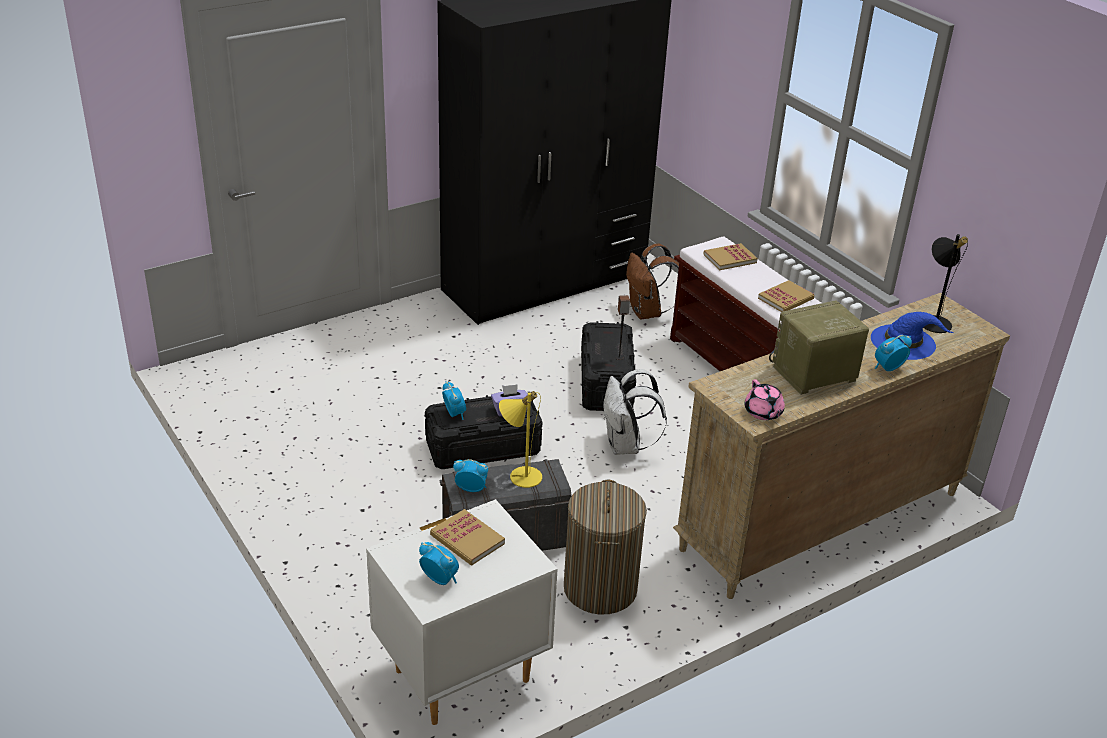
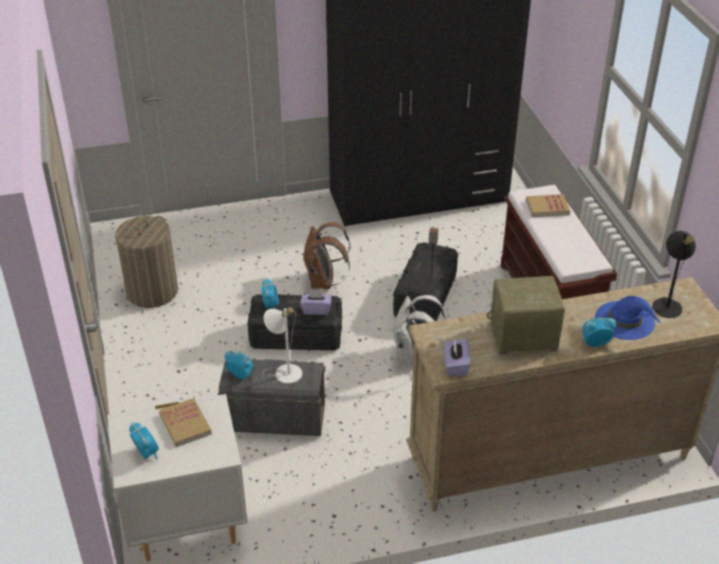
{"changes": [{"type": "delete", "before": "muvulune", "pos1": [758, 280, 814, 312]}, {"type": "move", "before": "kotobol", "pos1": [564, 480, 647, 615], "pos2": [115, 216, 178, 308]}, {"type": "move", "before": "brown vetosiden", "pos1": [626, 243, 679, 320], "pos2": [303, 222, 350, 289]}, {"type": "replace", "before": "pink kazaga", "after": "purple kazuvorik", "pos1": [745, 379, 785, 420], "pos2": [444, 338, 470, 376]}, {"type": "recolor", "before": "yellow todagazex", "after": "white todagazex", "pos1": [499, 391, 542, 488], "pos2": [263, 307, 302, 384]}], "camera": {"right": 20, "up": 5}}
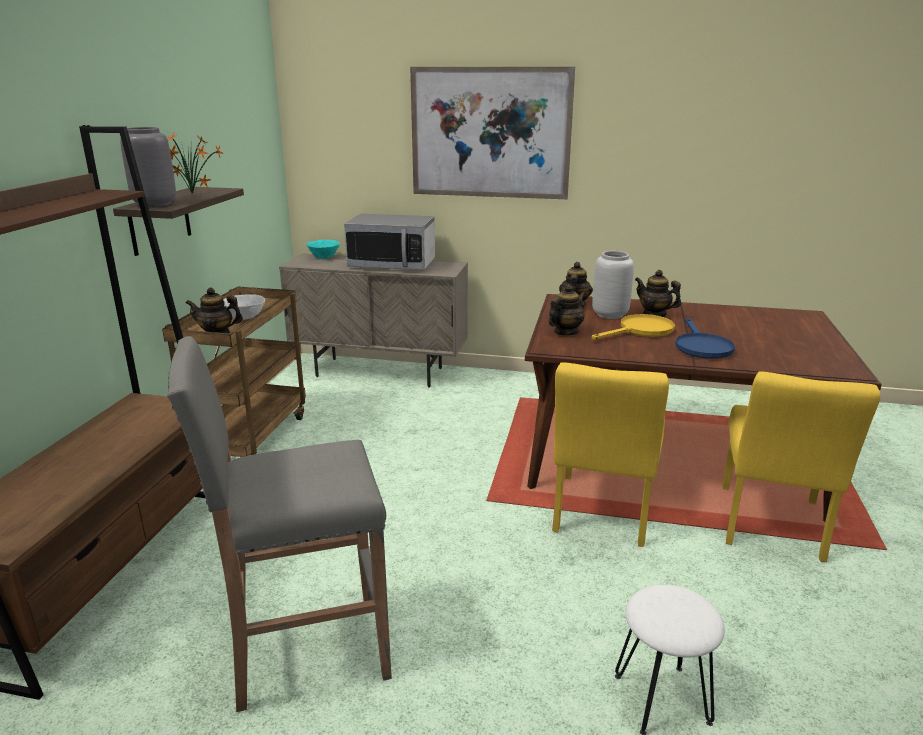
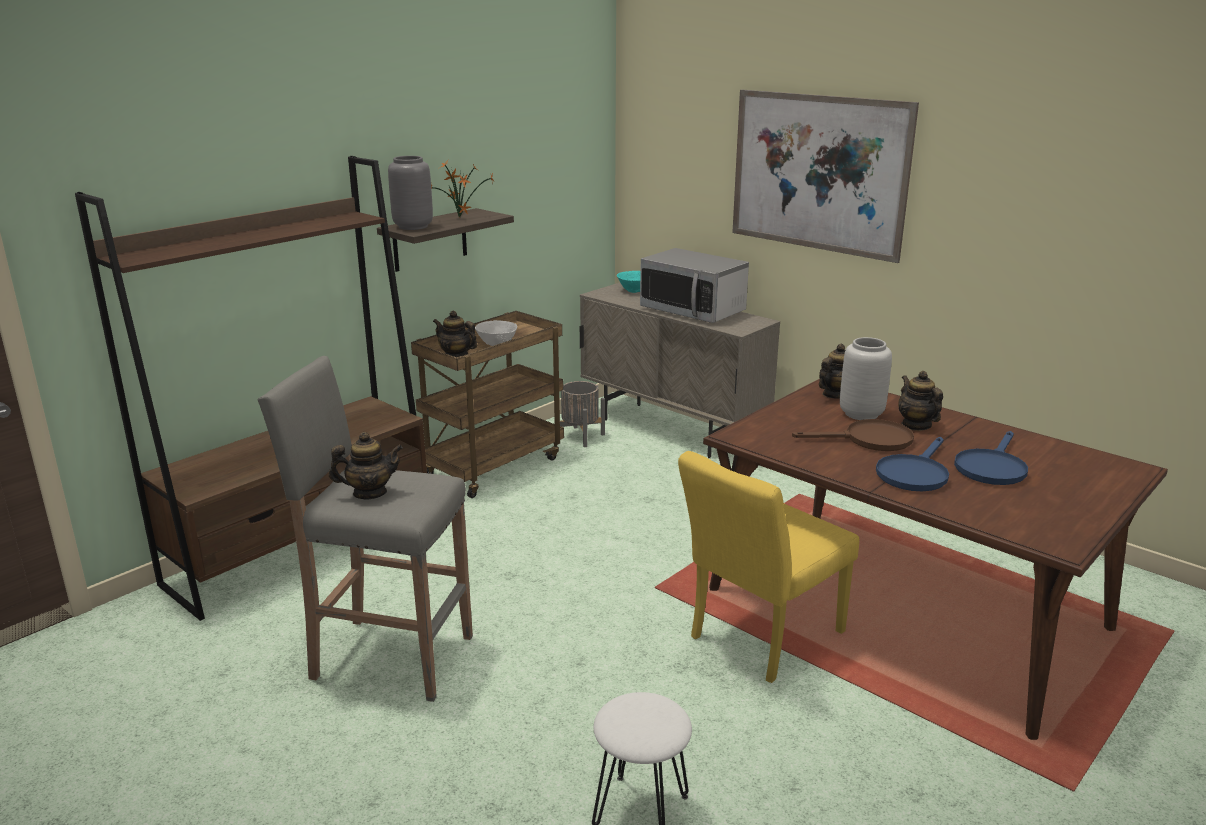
{"changes": [{"type": "delete", "before": "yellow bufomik", "pos1": [722, 372, 881, 562]}, {"type": "insert", "after": "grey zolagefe", "pos2": [560, 381, 605, 447]}, {"type": "insert", "after": "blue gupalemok", "pos2": [954, 431, 1028, 485]}, {"type": "move", "before": "kazaga", "pos1": [549, 284, 586, 335], "pos2": [329, 432, 403, 500]}, {"type": "recolor", "before": "yellow gupalemok", "after": "brown gupalemok", "pos1": [592, 314, 675, 340], "pos2": [792, 419, 914, 451]}], "camera": {"right": 30, "up": 0}}
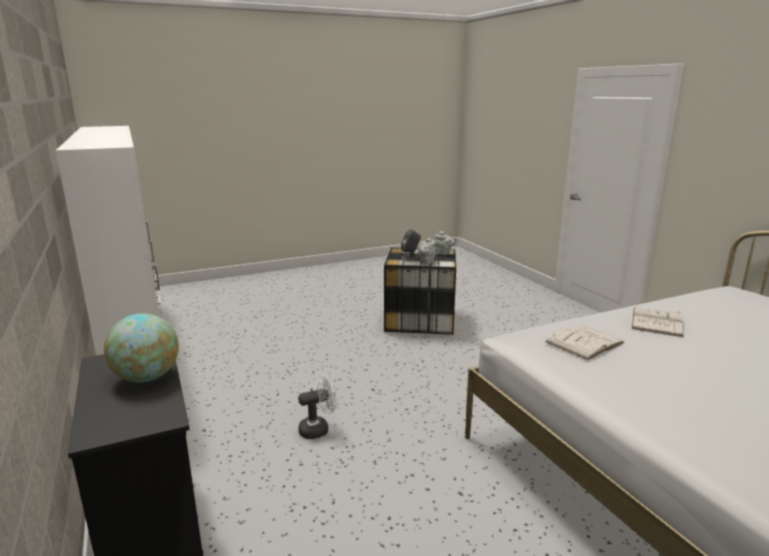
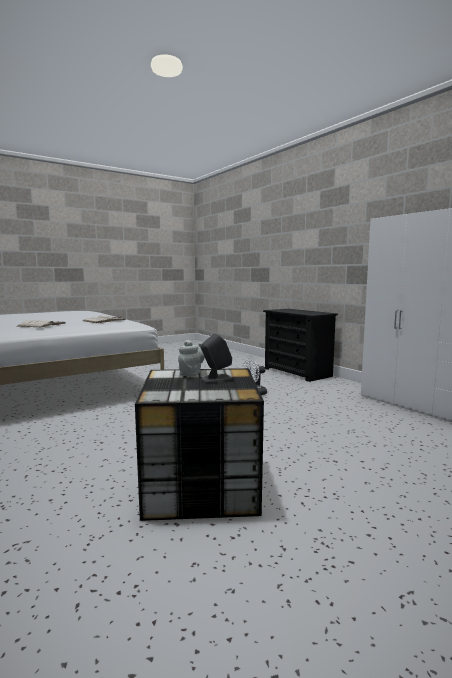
{"changes": [{"type": "delete", "before": "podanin", "pos1": [104, 313, 179, 383]}, {"type": "delete", "before": "grey kazaga", "pos1": [434, 231, 457, 255]}], "camera": {"right": 170, "up": -10}}
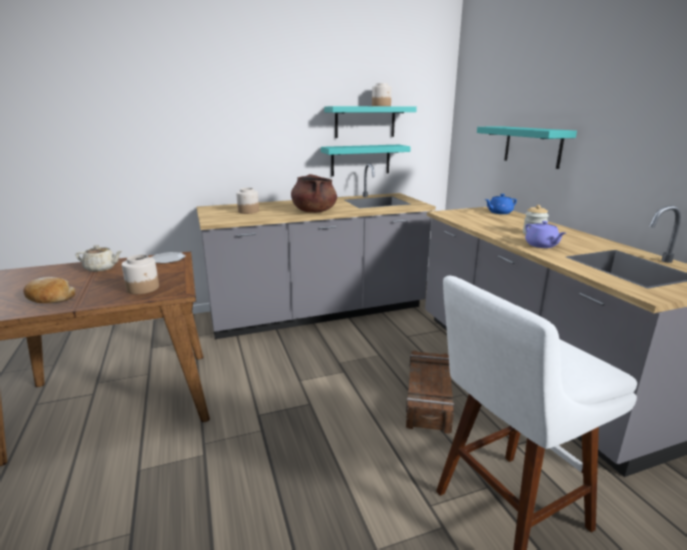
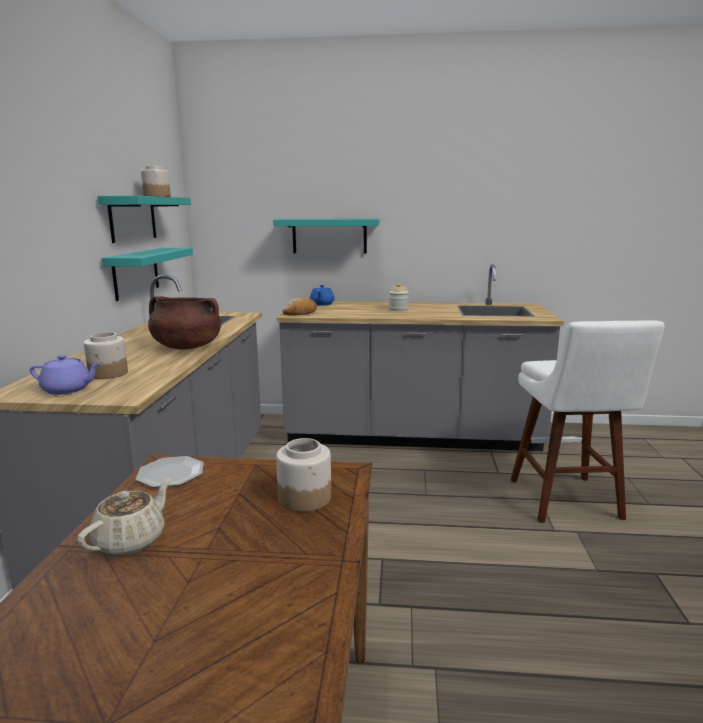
{"changes": [{"type": "delete", "before": "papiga", "pos1": [406, 351, 454, 434]}, {"type": "move", "before": "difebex", "pos1": [23, 277, 75, 303], "pos2": [282, 297, 317, 316]}, {"type": "move", "before": "purple kazaga", "pos1": [525, 221, 566, 248], "pos2": [30, 355, 101, 395]}], "camera": {"right": -65, "up": -5}}
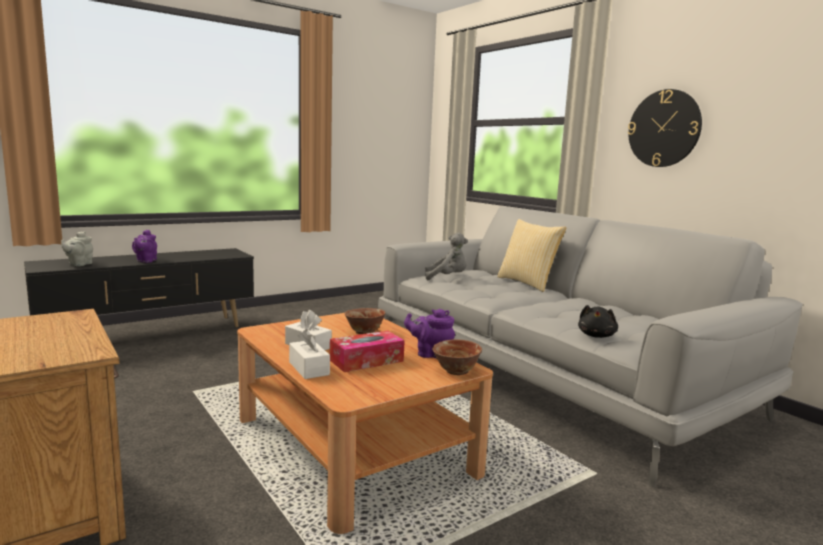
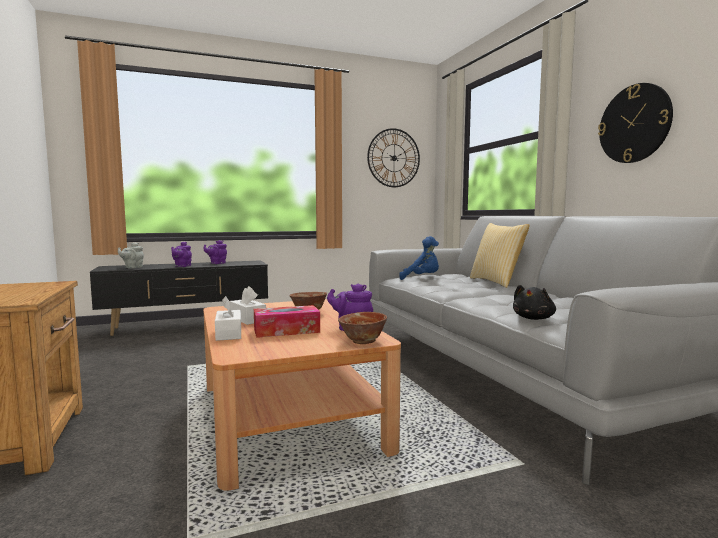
{"changes": [{"type": "insert", "after": "purple kazaga", "pos2": [203, 240, 227, 264]}, {"type": "insert", "after": "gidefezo", "pos2": [367, 128, 420, 187]}, {"type": "recolor", "before": "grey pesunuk", "after": "blue pesunuk", "pos1": [425, 233, 468, 280], "pos2": [399, 236, 439, 280]}], "camera": {"right": 15, "up": -5}}
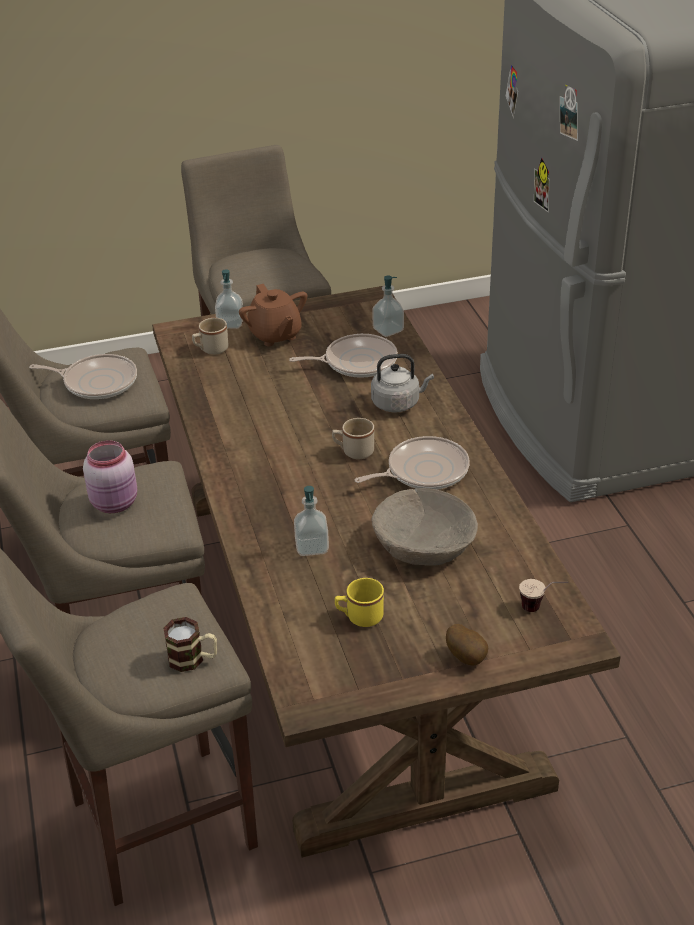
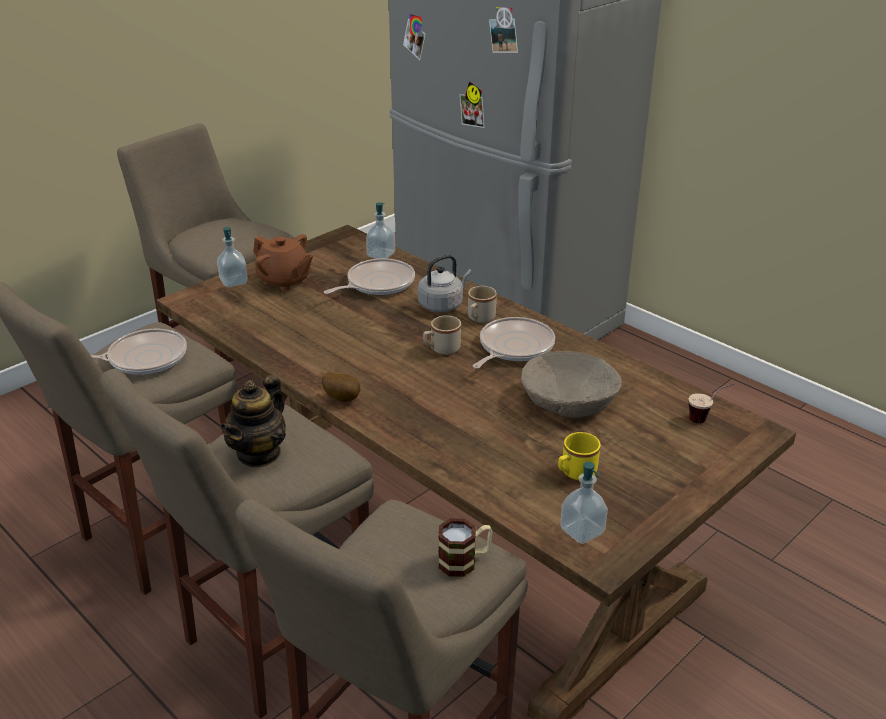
{"changes": [{"type": "move", "before": "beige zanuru", "pos1": [192, 318, 228, 355], "pos2": [468, 286, 497, 323]}, {"type": "move", "before": "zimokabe", "pos1": [294, 486, 329, 556], "pos2": [560, 462, 608, 544]}, {"type": "move", "before": "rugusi", "pos1": [446, 624, 488, 665], "pos2": [322, 372, 360, 402]}, {"type": "replace", "before": "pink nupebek", "after": "kazaga", "pos1": [83, 440, 137, 513], "pos2": [220, 375, 286, 467]}], "camera": {"right": -30, "up": -5}}
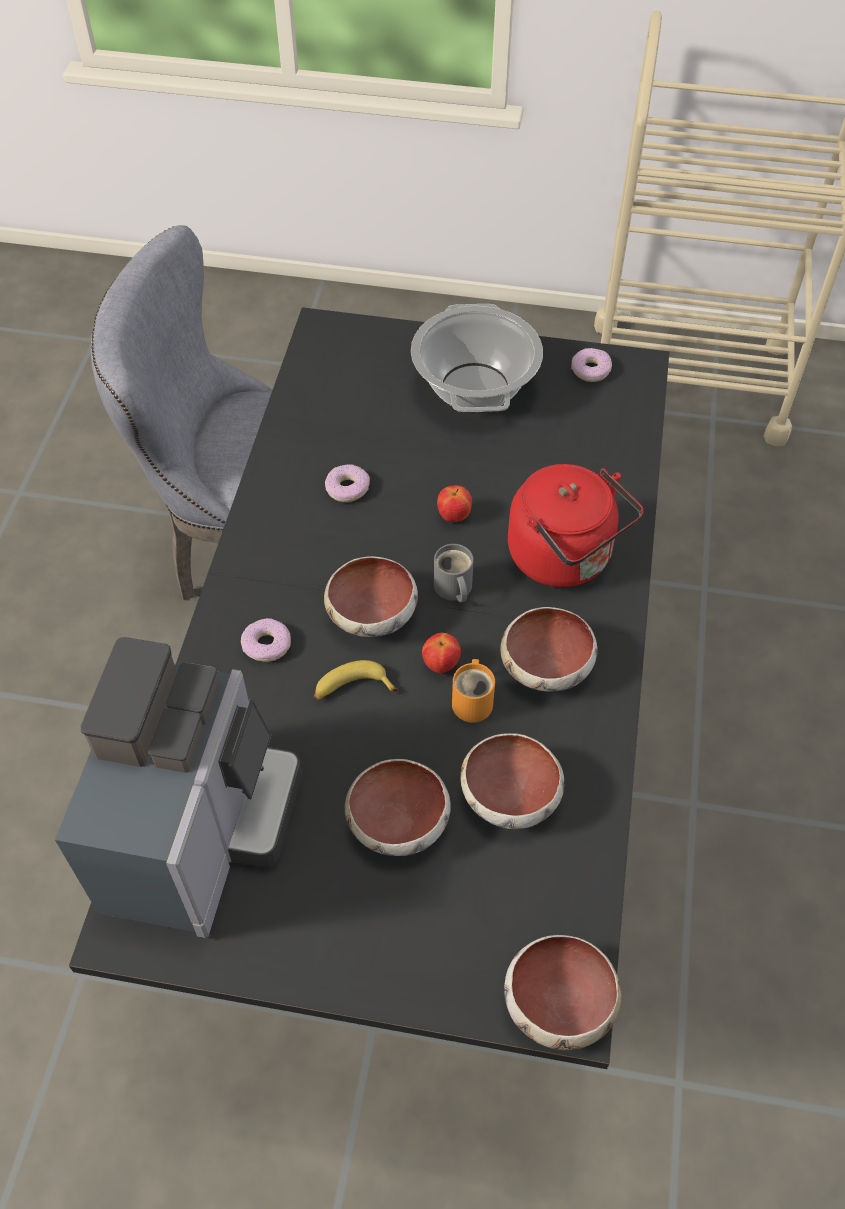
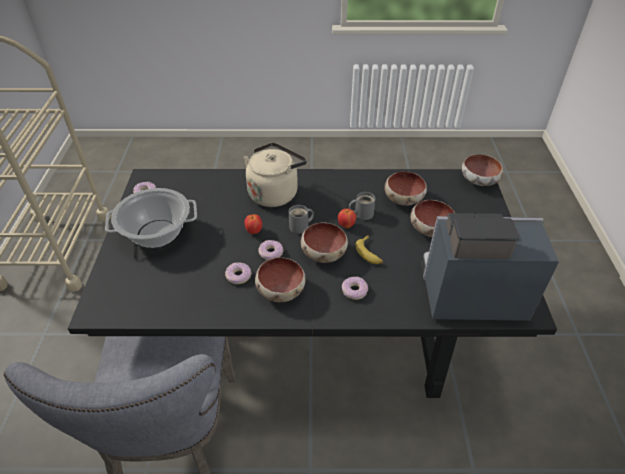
{"changes": [{"type": "insert", "after": "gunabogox", "pos2": [258, 240, 284, 260]}, {"type": "move", "before": "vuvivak", "pos1": [500, 607, 598, 692], "pos2": [255, 257, 306, 302]}, {"type": "recolor", "before": "orange zanuru", "after": "grey zanuru", "pos1": [452, 659, 495, 723], "pos2": [349, 192, 376, 220]}, {"type": "recolor", "before": "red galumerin", "after": "beige galumerin", "pos1": [508, 464, 644, 587], "pos2": [244, 142, 307, 207]}], "camera": {"right": -100, "up": -10}}
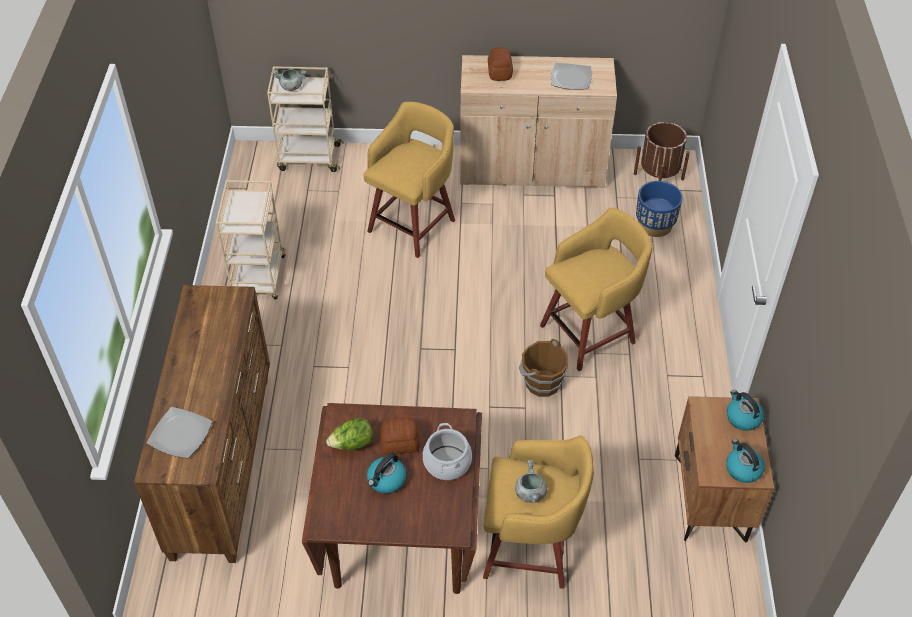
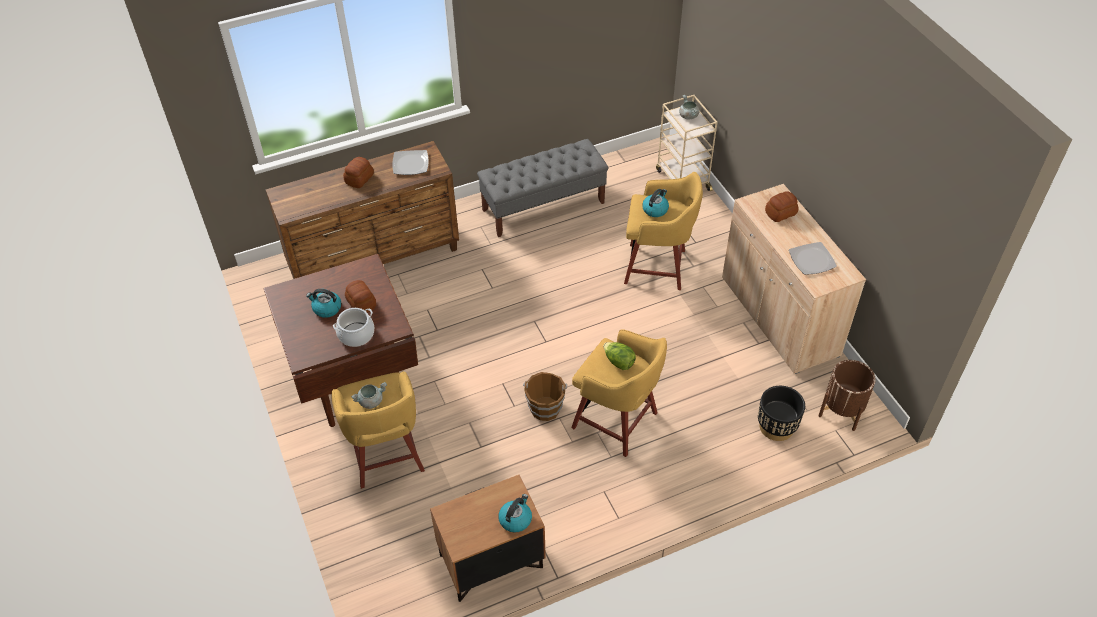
{"changes": [{"type": "insert", "after": "difebex", "pos2": [343, 157, 374, 188]}, {"type": "move", "before": "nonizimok", "pos1": [147, 407, 212, 459], "pos2": [392, 150, 429, 175]}, {"type": "move", "before": "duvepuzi", "pos1": [326, 418, 373, 450], "pos2": [603, 342, 636, 370]}, {"type": "move", "before": "galumerin", "pos1": [726, 439, 765, 483], "pos2": [642, 189, 669, 217]}, {"type": "replace", "before": "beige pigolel", "after": "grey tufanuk", "pos1": [216, 180, 285, 299], "pos2": [477, 139, 608, 237]}, {"type": "recolor", "before": "blue zolagefe", "after": "black zolagefe", "pos1": [636, 181, 683, 237], "pos2": [758, 386, 805, 441]}], "camera": {"right": 65, "up": 0}}
